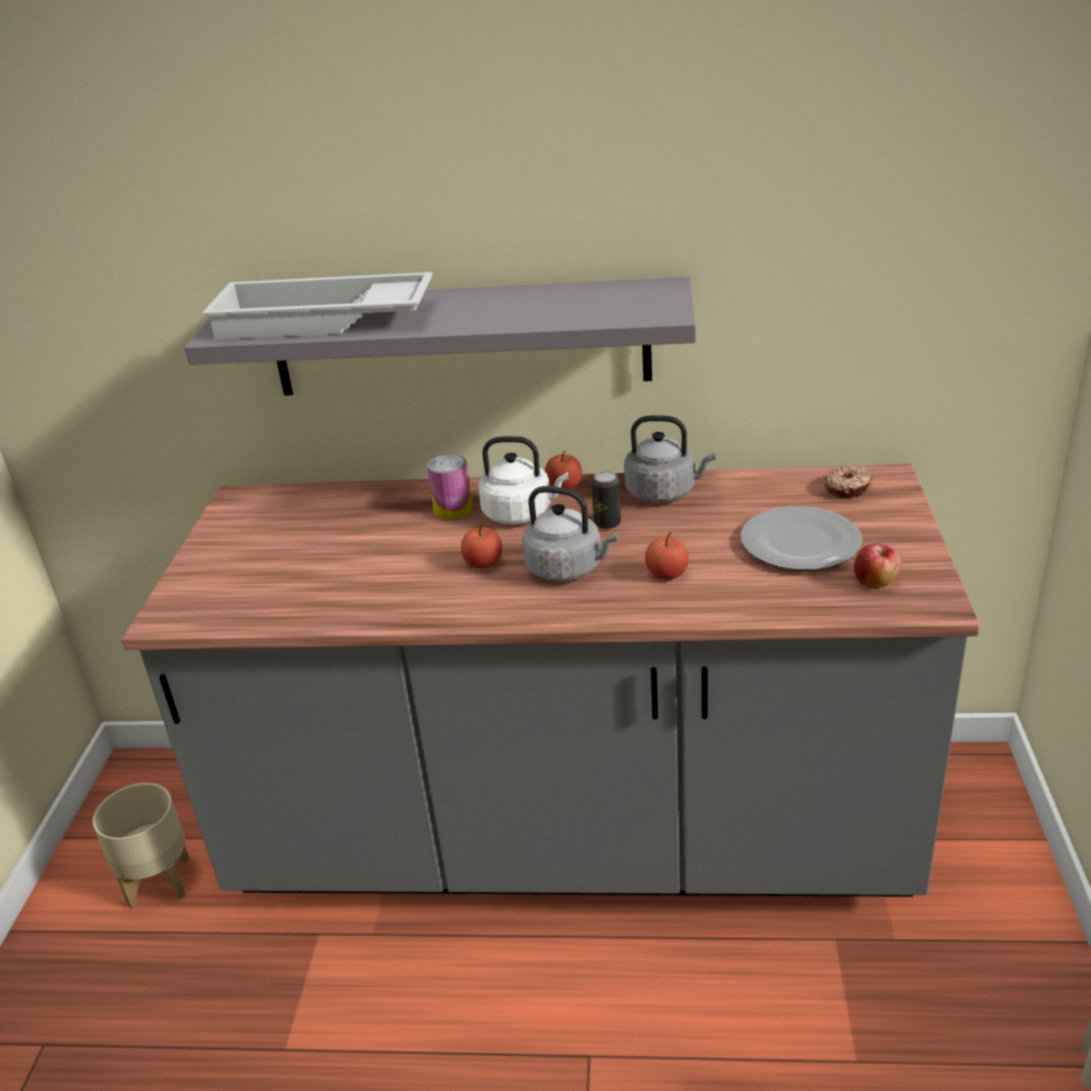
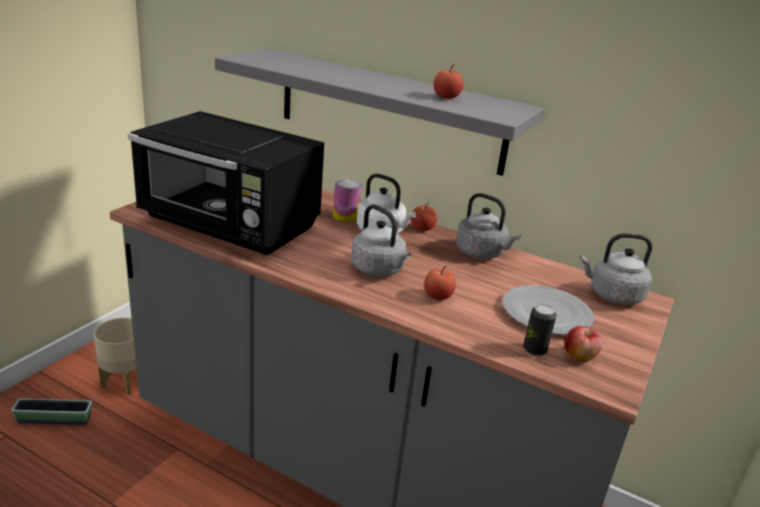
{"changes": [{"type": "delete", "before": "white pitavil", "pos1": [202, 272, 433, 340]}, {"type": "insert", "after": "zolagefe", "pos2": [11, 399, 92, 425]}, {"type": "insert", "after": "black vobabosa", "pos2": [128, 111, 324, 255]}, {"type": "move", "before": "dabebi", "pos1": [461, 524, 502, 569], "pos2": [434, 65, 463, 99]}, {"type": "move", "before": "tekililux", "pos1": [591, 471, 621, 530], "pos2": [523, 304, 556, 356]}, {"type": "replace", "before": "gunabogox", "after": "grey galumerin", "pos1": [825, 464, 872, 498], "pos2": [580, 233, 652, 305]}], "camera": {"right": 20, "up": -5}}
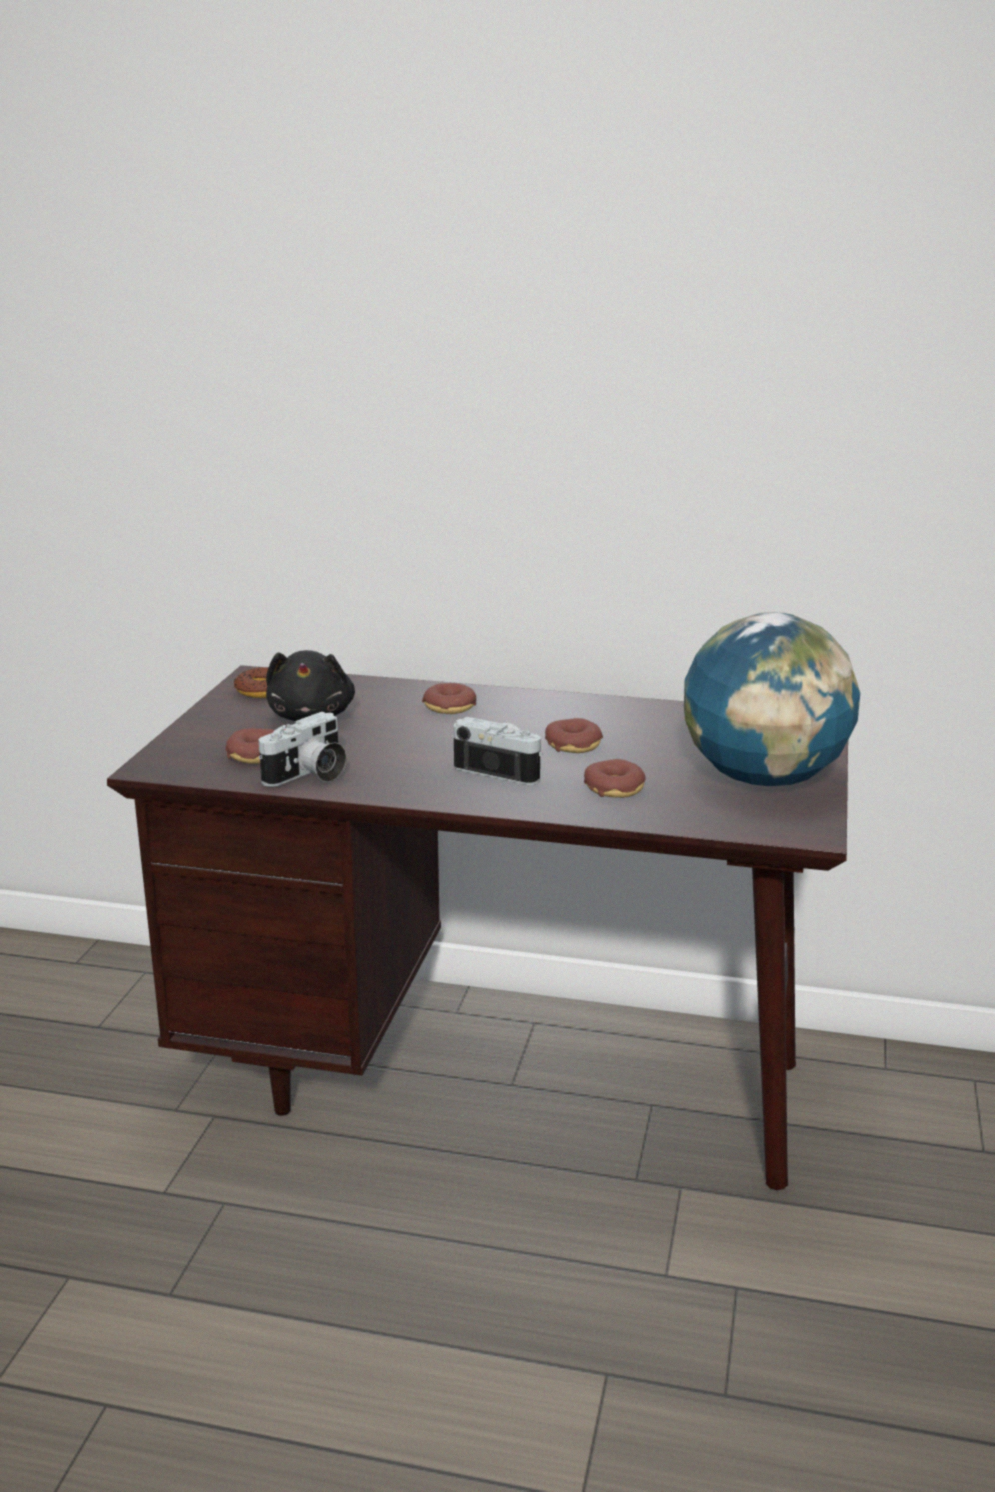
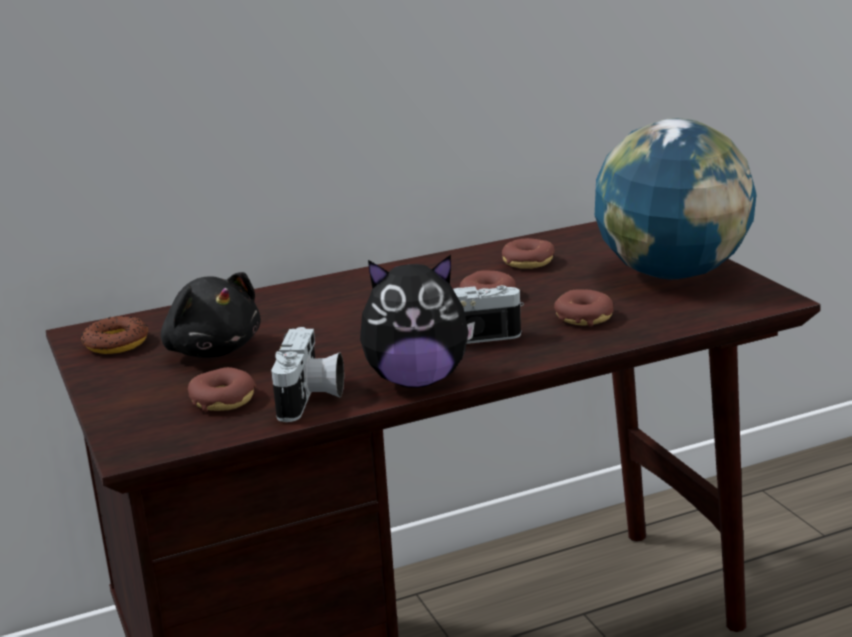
{"changes": [{"type": "insert", "after": "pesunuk", "pos2": [360, 255, 475, 388]}, {"type": "move", "before": "gunabogox", "pos1": [422, 683, 476, 714], "pos2": [502, 238, 555, 269]}], "camera": {"right": -35, "up": 0}}
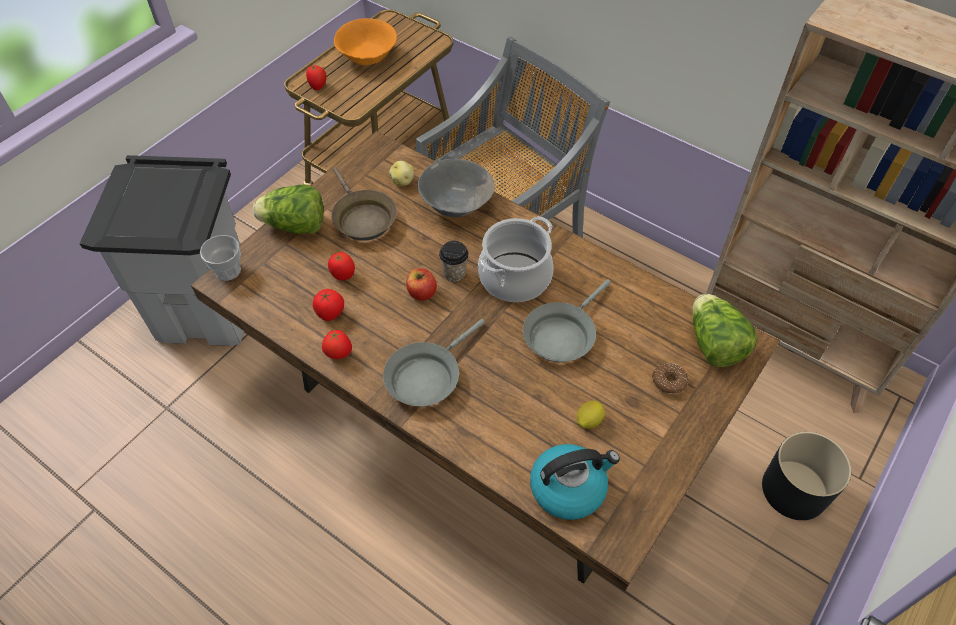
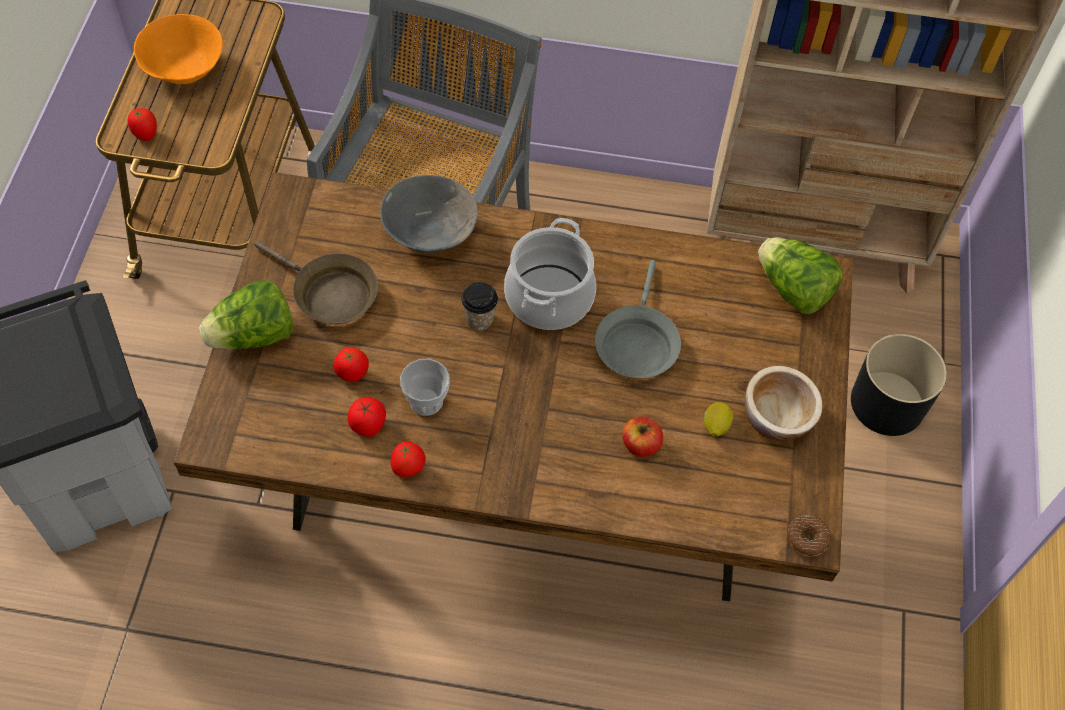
{"changes": [{"type": "delete", "before": "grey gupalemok", "pos1": [383, 319, 485, 406]}, {"type": "delete", "before": "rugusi", "pos1": [389, 161, 414, 186]}, {"type": "delete", "before": "galumerin", "pos1": [530, 444, 620, 520]}, {"type": "insert", "after": "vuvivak", "pos2": [745, 366, 823, 441]}, {"type": "move", "before": "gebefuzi", "pos1": [200, 235, 241, 281], "pos2": [400, 359, 450, 416]}, {"type": "move", "before": "dabebi", "pos1": [406, 268, 437, 301], "pos2": [622, 417, 663, 457]}, {"type": "move", "before": "gunabogox", "pos1": [652, 363, 688, 395], "pos2": [787, 515, 831, 556]}], "camera": {"right": -30, "up": 5}}
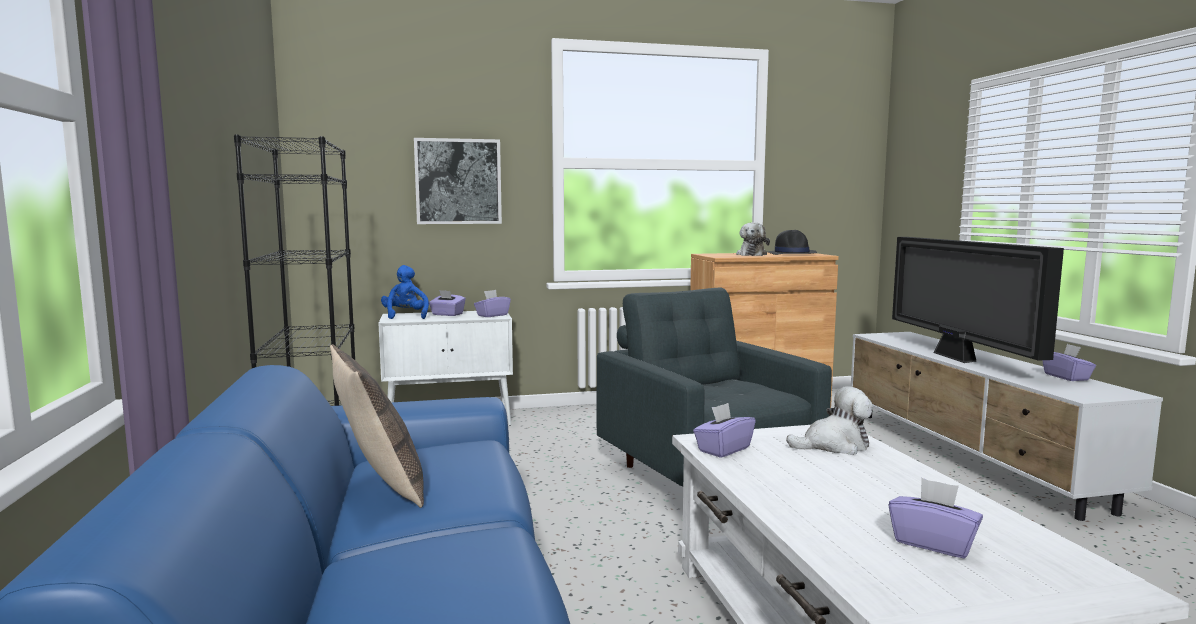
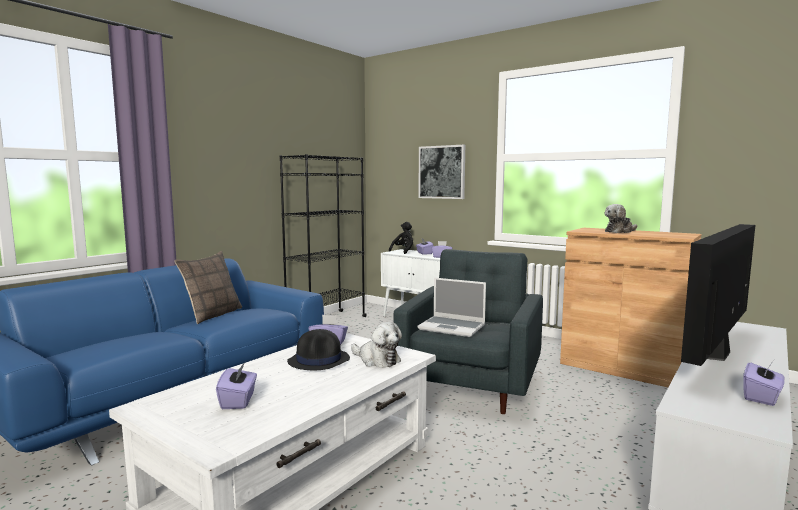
{"changes": [{"type": "insert", "after": "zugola", "pos2": [418, 278, 486, 337]}, {"type": "move", "before": "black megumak", "pos1": [768, 230, 817, 255], "pos2": [287, 329, 350, 370]}, {"type": "recolor", "before": "blue pesunuk", "after": "black pesunuk", "pos1": [381, 265, 429, 319], "pos2": [389, 222, 413, 254]}], "camera": {"right": 50, "up": 0}}
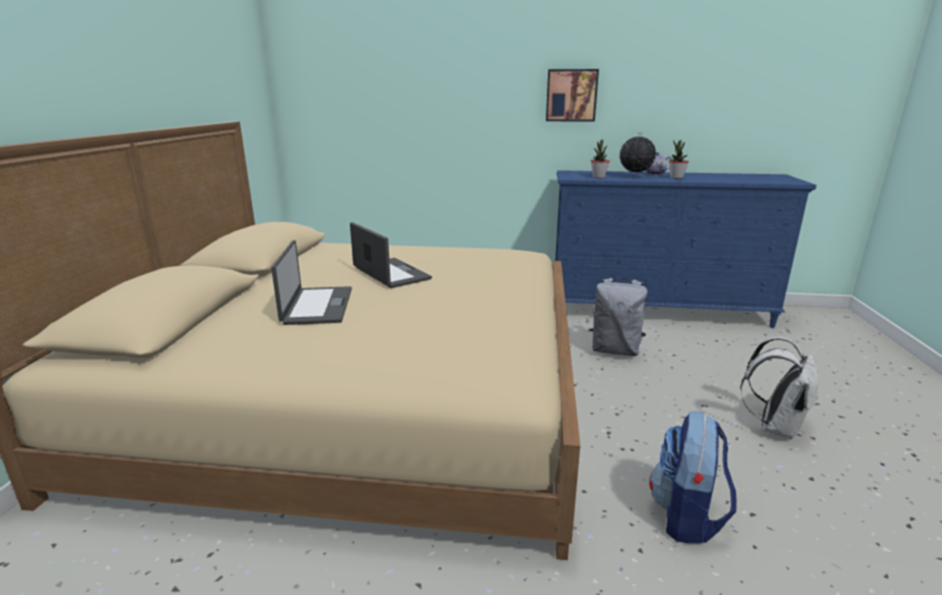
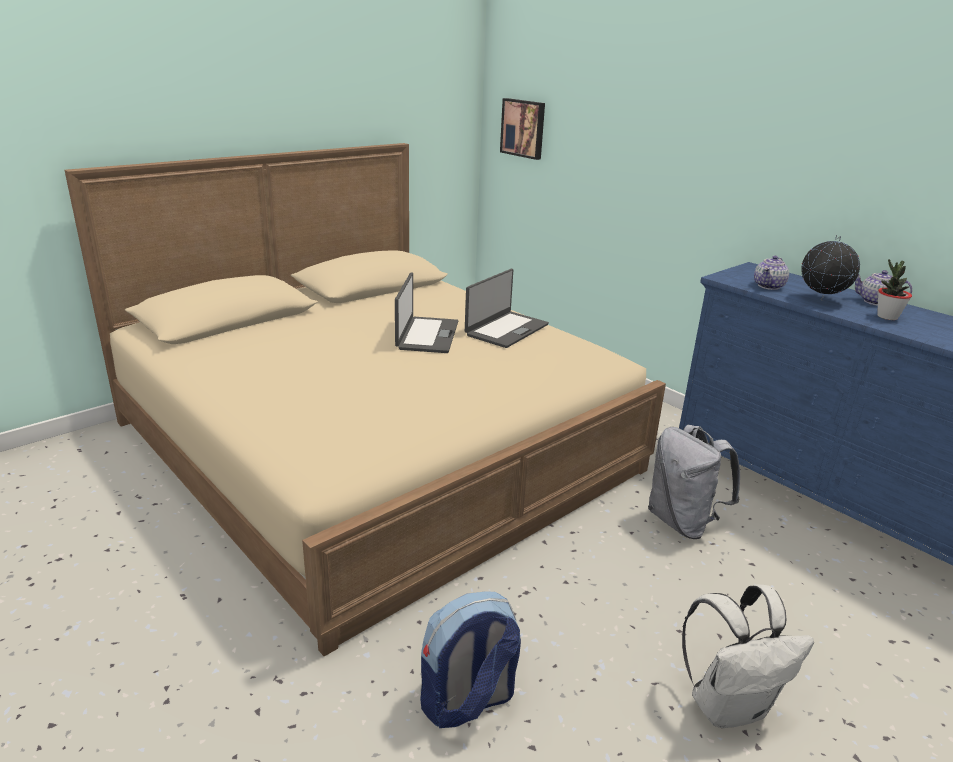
{"changes": [{"type": "move", "before": "zugola", "pos1": [271, 240, 352, 325], "pos2": [465, 269, 549, 348]}, {"type": "move", "before": "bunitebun", "pos1": [546, 69, 599, 122], "pos2": [500, 98, 545, 160]}, {"type": "replace", "before": "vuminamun", "after": "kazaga", "pos1": [591, 139, 610, 178], "pos2": [754, 256, 789, 290]}], "camera": {"right": 40, "up": 5}}
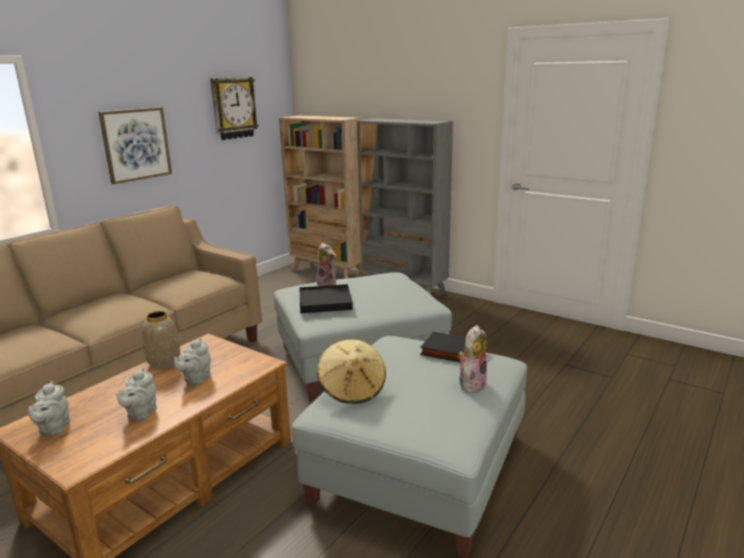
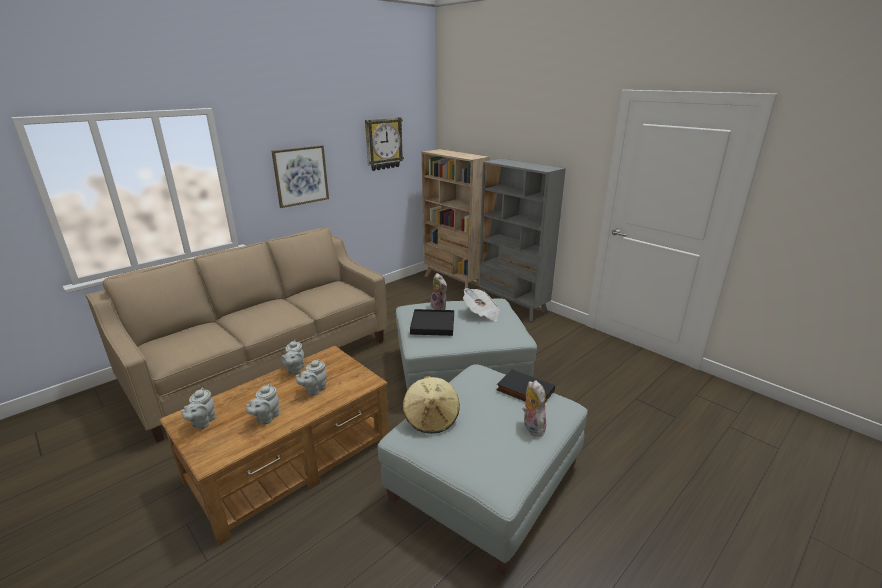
{"changes": [{"type": "insert", "after": "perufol", "pos2": [463, 288, 500, 321]}, {"type": "replace", "before": "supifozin", "after": "grey kazaga", "pos1": [142, 311, 180, 369], "pos2": [281, 340, 305, 374]}, {"type": "rotate", "before": "pesunuk", "pos1": [459, 325, 487, 393], "pos2": [523, 380, 546, 437], "turn": -60}], "camera": {"right": 10, "up": 5}}
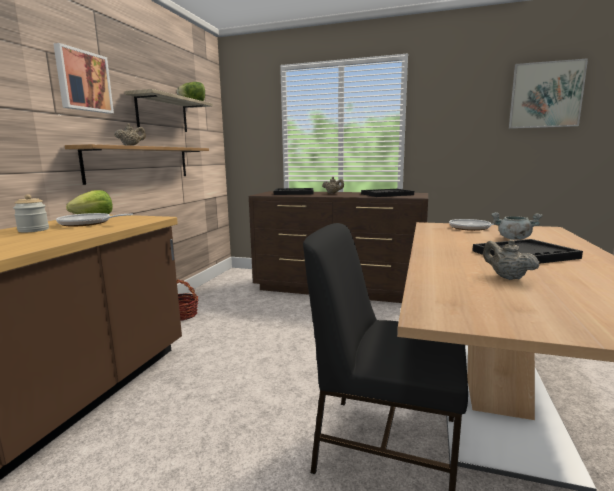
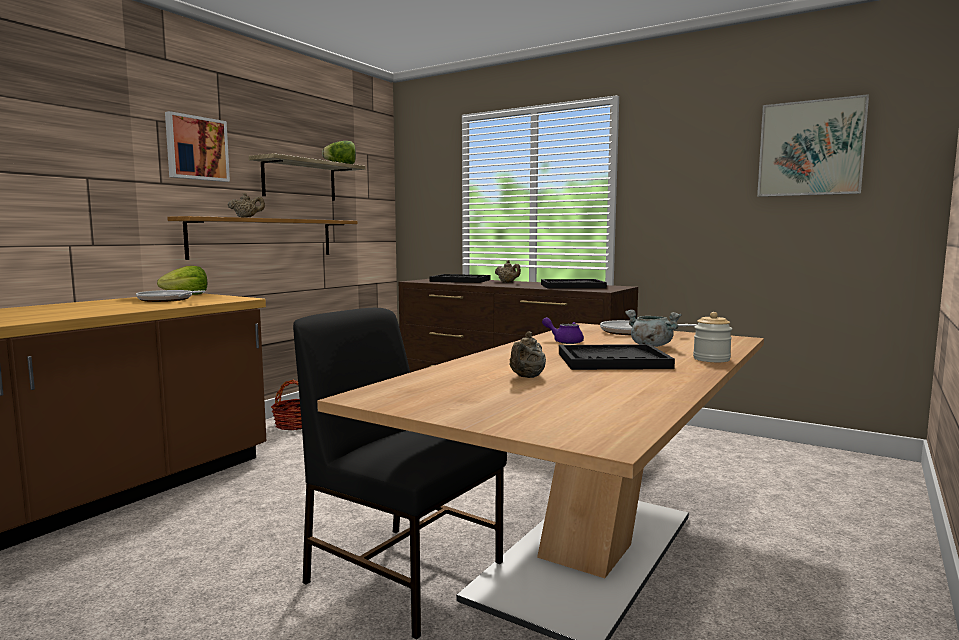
{"changes": [{"type": "insert", "after": "purple kazaga", "pos2": [542, 317, 584, 344]}, {"type": "move", "before": "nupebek", "pos1": [13, 194, 49, 232], "pos2": [693, 312, 732, 362]}, {"type": "rotate", "before": "beige kazaga", "pos1": [483, 239, 540, 280], "pos2": [509, 332, 546, 378], "turn": -135}], "camera": {"right": 15, "up": -5}}
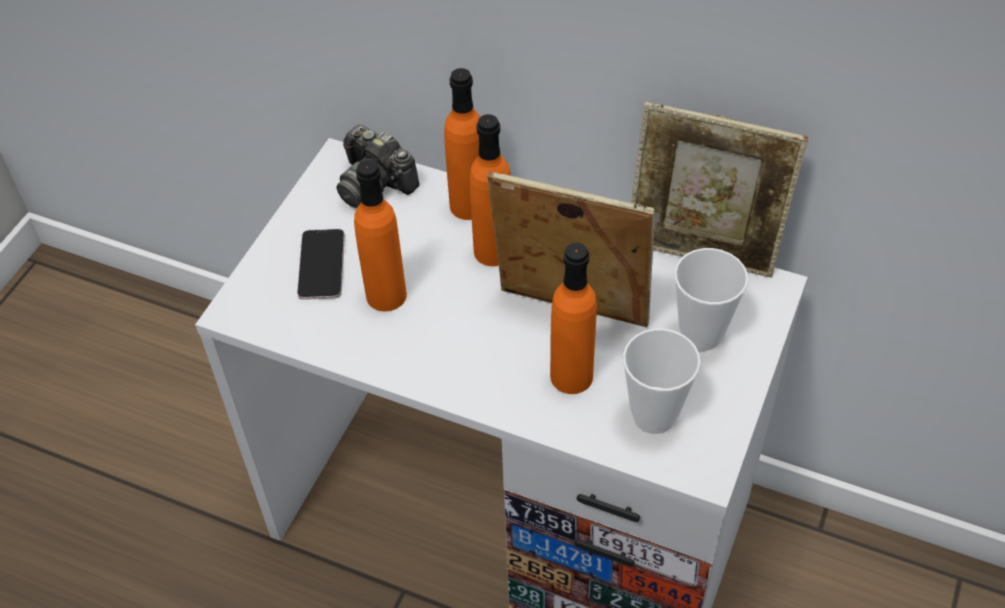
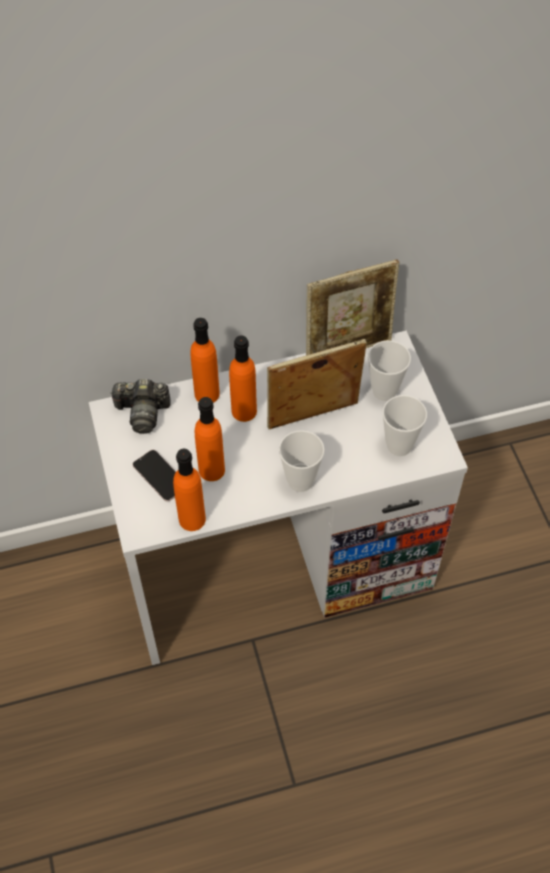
{"changes": [{"type": "insert", "after": "gebefuzi", "pos2": [279, 430, 325, 492]}, {"type": "move", "before": "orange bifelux", "pos1": [550, 243, 597, 394], "pos2": [173, 448, 206, 531]}], "camera": {"right": -40, "up": 5}}
